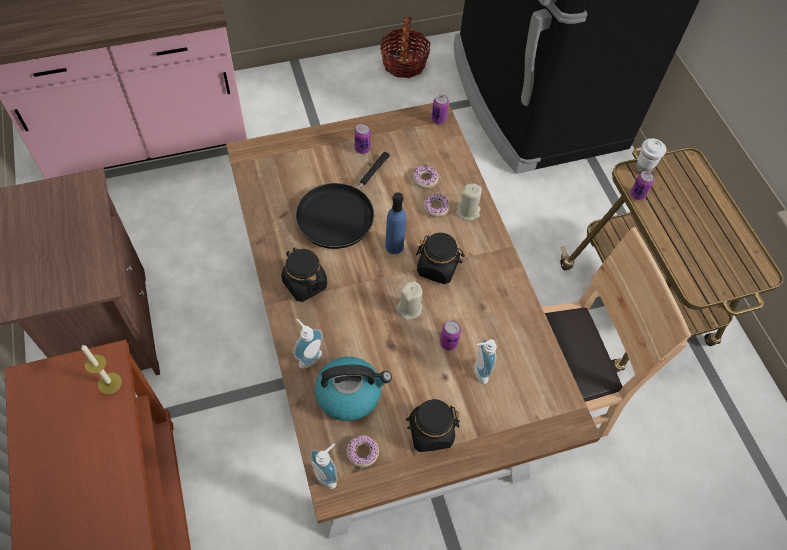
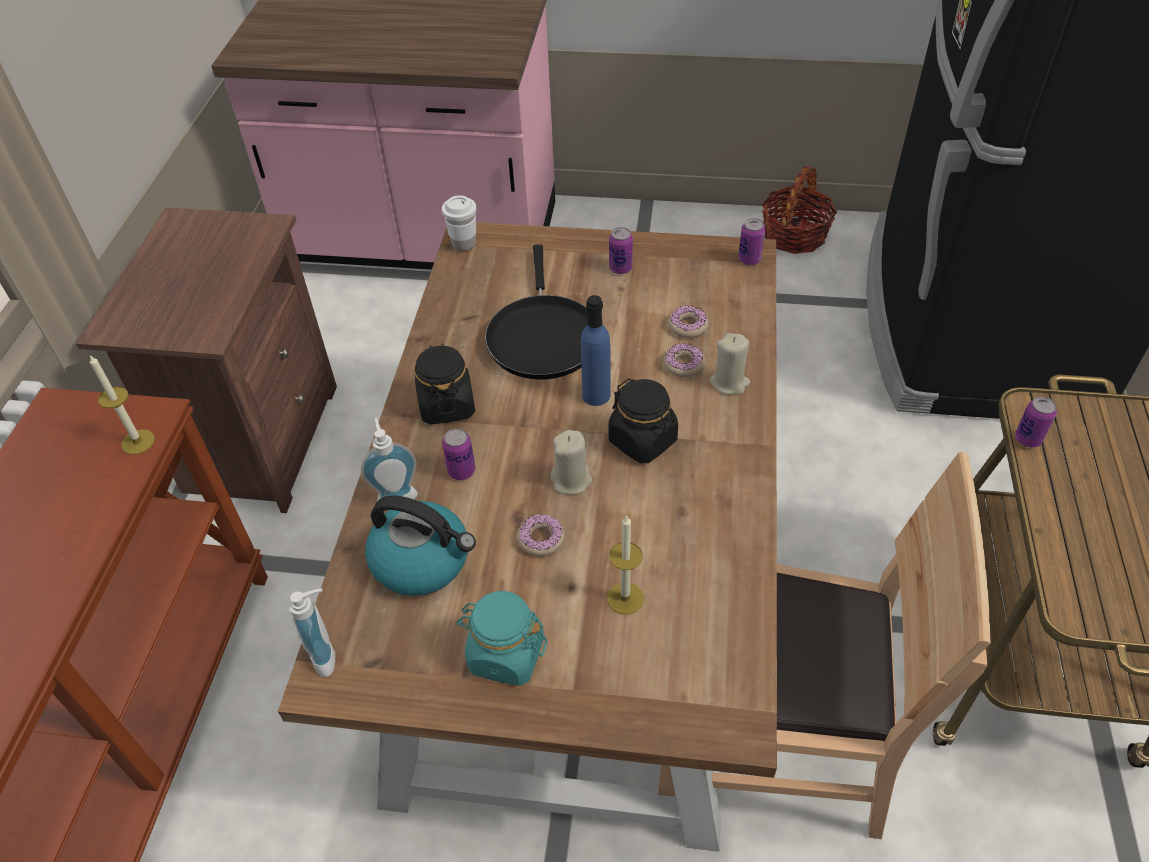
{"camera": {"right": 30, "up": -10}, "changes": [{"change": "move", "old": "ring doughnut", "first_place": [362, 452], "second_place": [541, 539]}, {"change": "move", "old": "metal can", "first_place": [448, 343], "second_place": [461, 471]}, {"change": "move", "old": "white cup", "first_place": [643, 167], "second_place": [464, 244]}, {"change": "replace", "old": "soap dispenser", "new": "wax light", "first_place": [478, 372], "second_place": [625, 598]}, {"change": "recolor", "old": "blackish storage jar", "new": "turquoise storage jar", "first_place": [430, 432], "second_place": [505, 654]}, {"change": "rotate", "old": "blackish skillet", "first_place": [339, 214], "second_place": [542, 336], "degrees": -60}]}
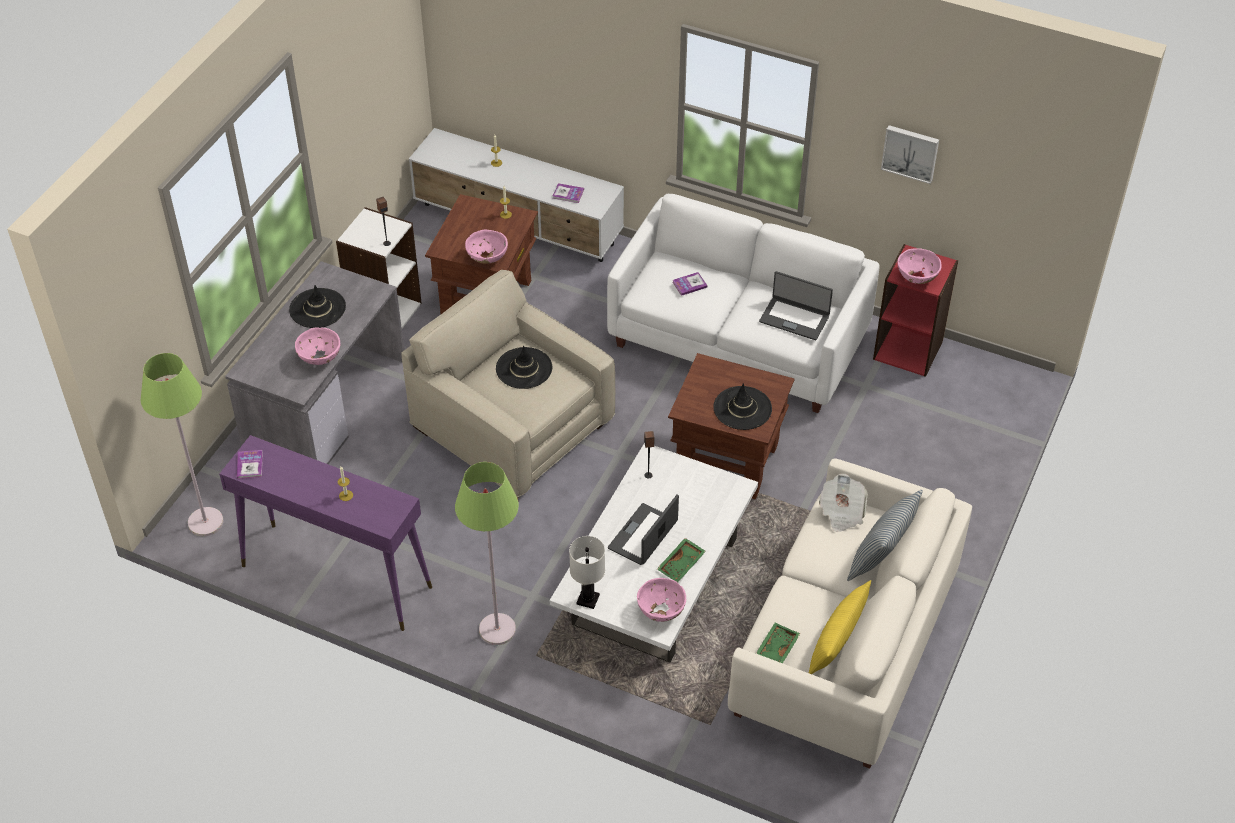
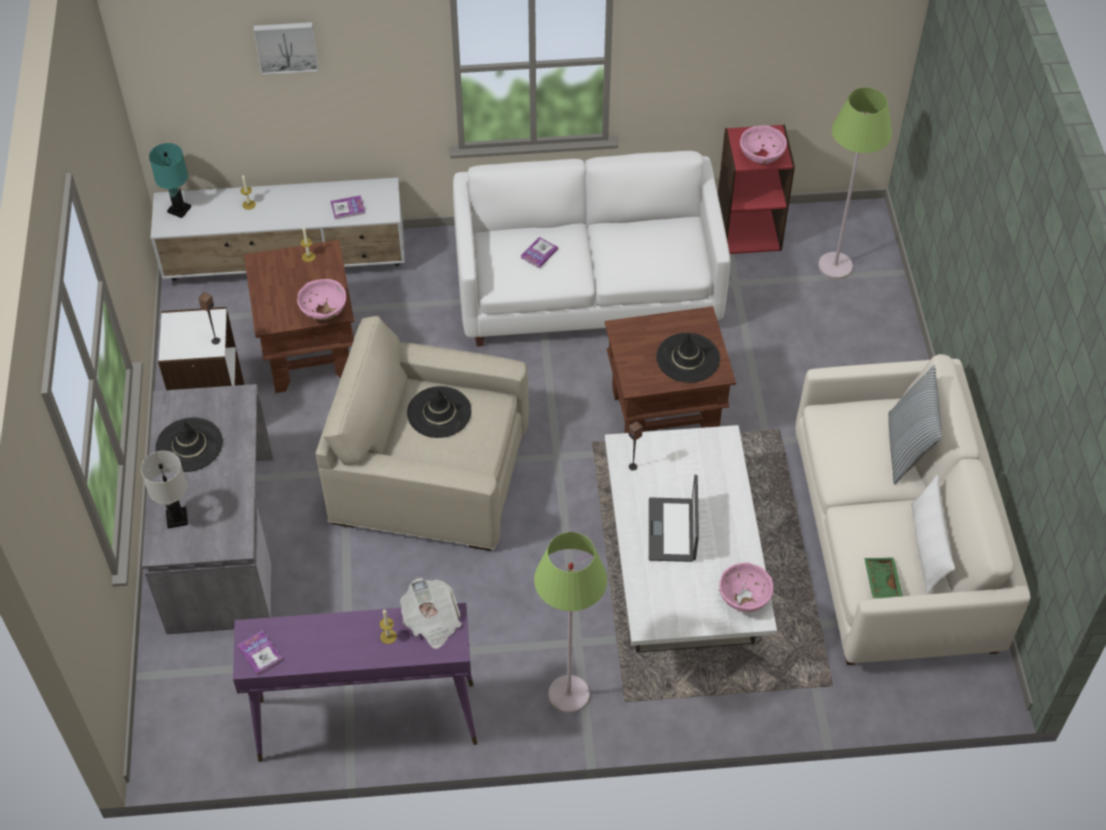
{"camera": {"right": -30, "up": 5}, "changes": [{"change": "delete", "old": "pink bowl", "first_place": [320, 358]}, {"change": "delete", "old": "greenish tray", "first_place": [681, 564]}, {"change": "delete", "old": "notebook computer", "first_place": [794, 318]}, {"change": "insert", "new": "turquoise table lamp", "second_place": [179, 209]}, {"change": "move", "old": "greenish standard lamp", "first_place": [206, 522], "second_place": [835, 266]}, {"change": "move", "old": "white table lamp", "first_place": [588, 600], "second_place": [177, 518]}, {"change": "move", "old": "newspaper", "first_place": [842, 512], "second_place": [431, 621]}, {"change": "move", "old": "wall art", "first_place": [910, 152], "second_place": [286, 46]}, {"change": "recolor", "old": "yellow-coloured throw pillow", "new": "white throw pillow", "first_place": [837, 641], "second_place": [927, 548]}]}
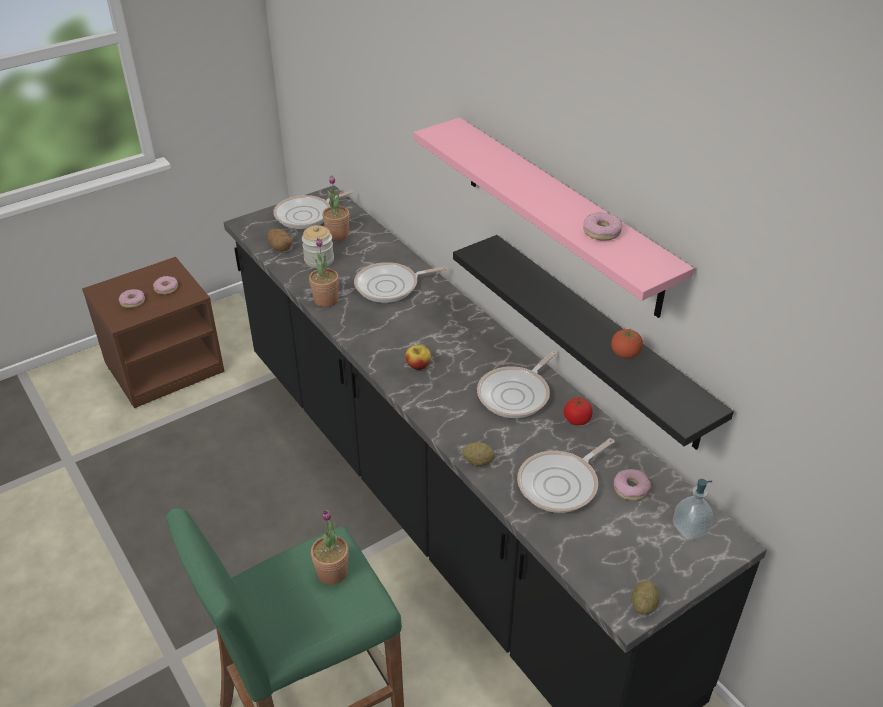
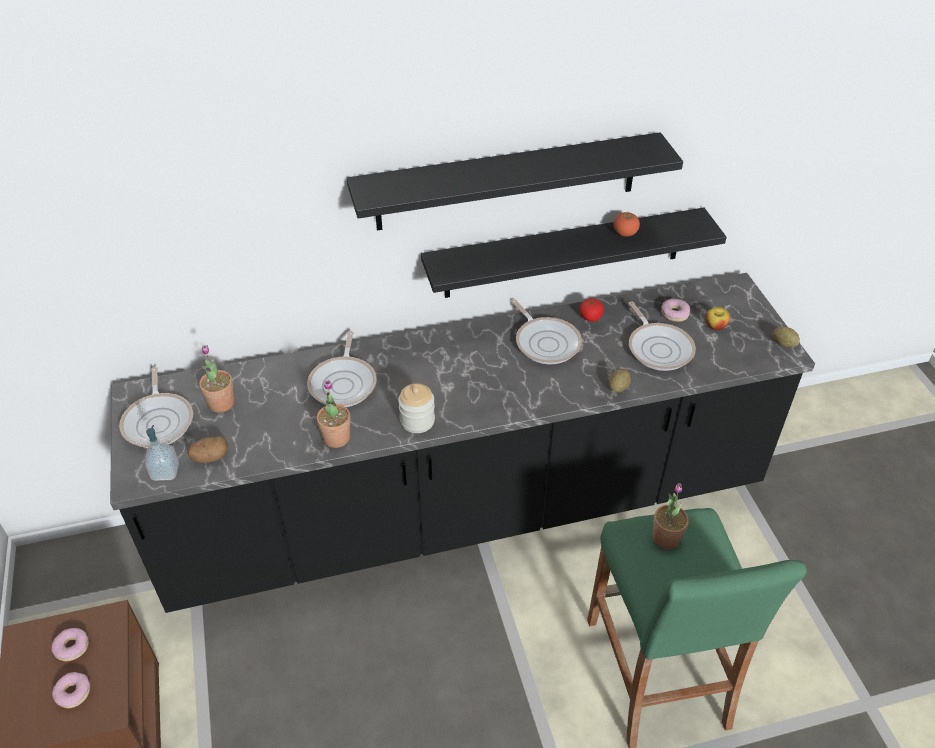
{"camera": {"right": -70, "up": 5}, "changes": [{"change": "delete", "old": "ring doughnut", "first_place": [601, 232]}, {"change": "move", "old": "storage jar", "first_place": [319, 260], "second_place": [417, 421]}, {"change": "move", "old": "whole apple", "first_place": [418, 365], "second_place": [715, 326]}, {"change": "move", "old": "soap dispenser", "first_place": [689, 529], "second_place": [165, 472]}, {"change": "recolor", "old": "pink wall shelf", "new": "blackish wall shelf", "first_place": [560, 214], "second_place": [507, 182]}]}
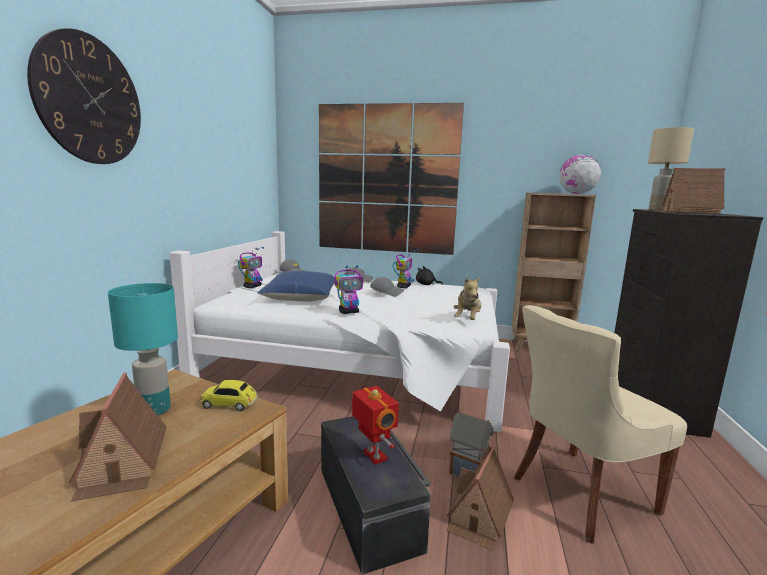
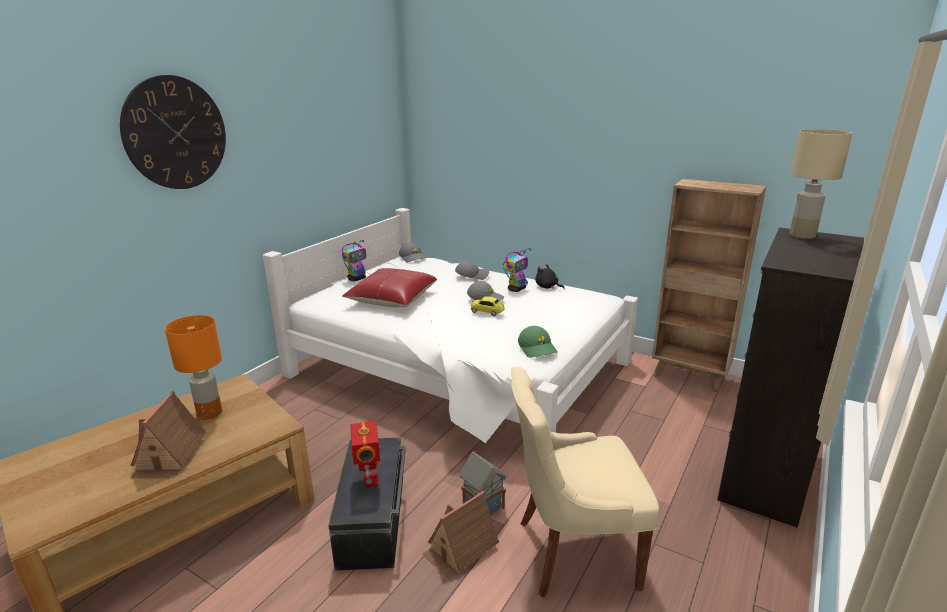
{"camera": {"right": 20, "up": 10}, "changes": [{"change": "delete", "old": "wall art", "first_place": [386, 179]}, {"change": "delete", "old": "model robot", "first_place": [349, 312]}, {"change": "delete", "old": "desk globe", "first_place": [576, 193]}, {"change": "delete", "old": "miniature house", "first_place": [686, 212]}, {"change": "move", "old": "model car", "first_place": [230, 404], "second_place": [487, 312]}, {"change": "replace", "old": "plush toy", "new": "greenish cap", "first_place": [467, 319], "second_place": [538, 349]}, {"change": "recolor", "old": "turquoise table lamp", "new": "orange table lamp", "first_place": [153, 409], "second_place": [209, 413]}, {"change": "recolor", "old": "blue-coloured throw pillow", "new": "red throw pillow", "first_place": [300, 297], "second_place": [392, 299]}]}
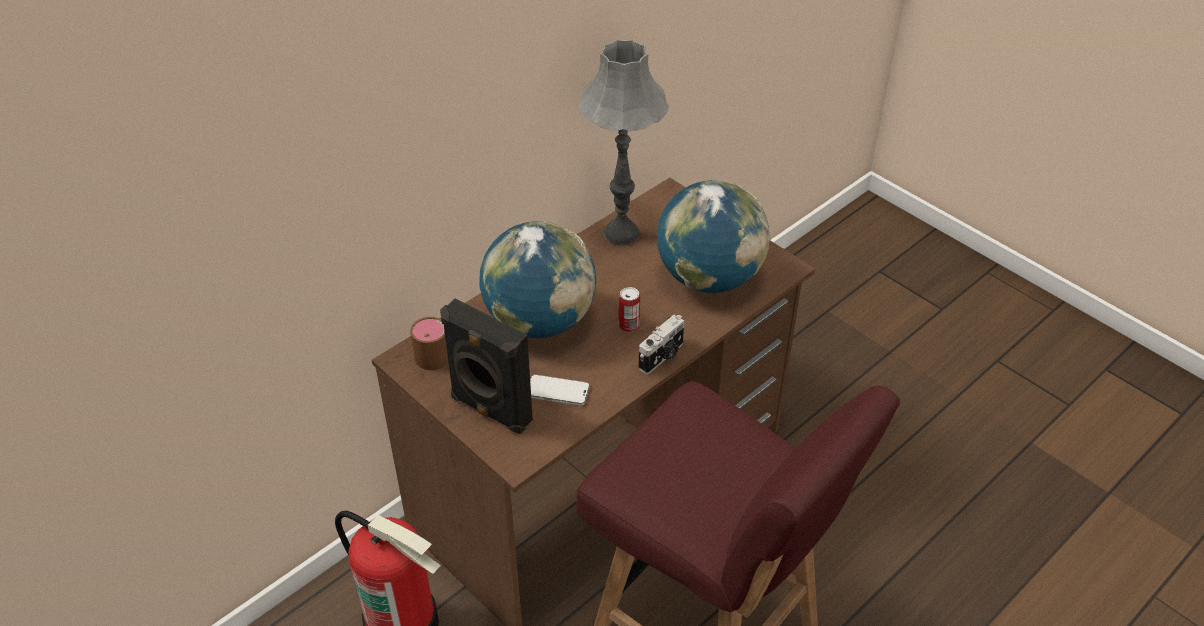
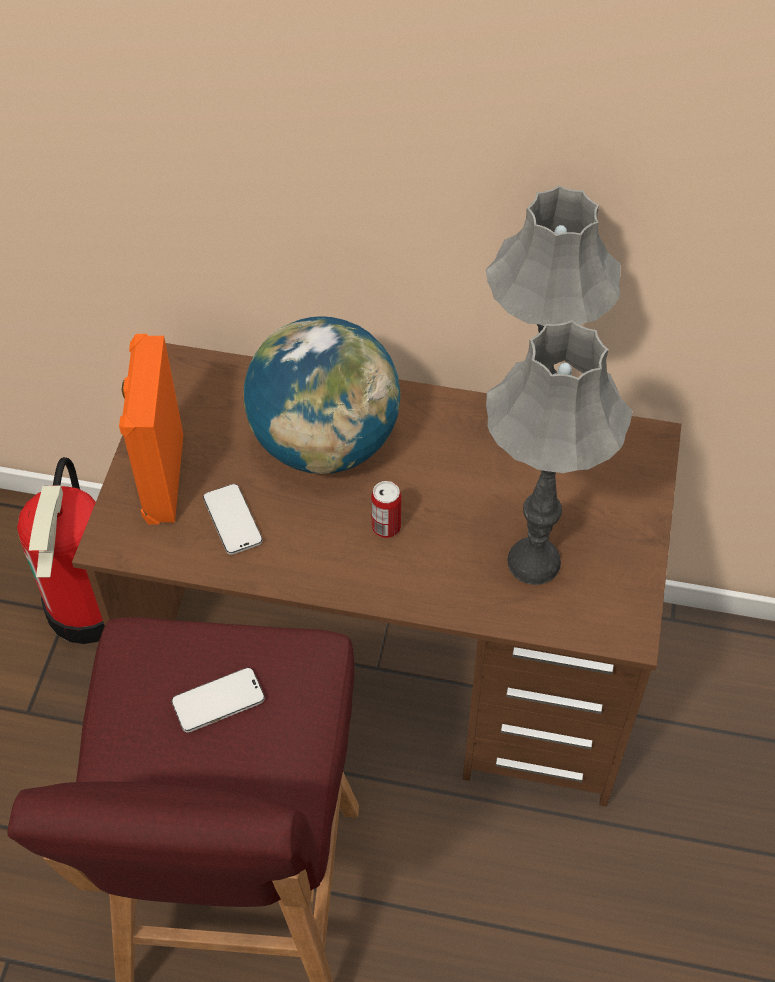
{"camera": {"right": 55, "up": 10}, "changes": [{"change": "delete", "old": "brown-coloured mug", "first_place": [438, 351]}, {"change": "delete", "old": "photo camera", "first_place": [662, 357]}, {"change": "insert", "new": "handset", "second_place": [218, 701]}, {"change": "replace", "old": "desk globe", "new": "grey table lamp", "first_place": [709, 278], "second_place": [534, 561]}, {"change": "recolor", "old": "blackish loudspeaker", "new": "orange loudspeaker", "first_place": [489, 410], "second_place": [161, 478]}]}
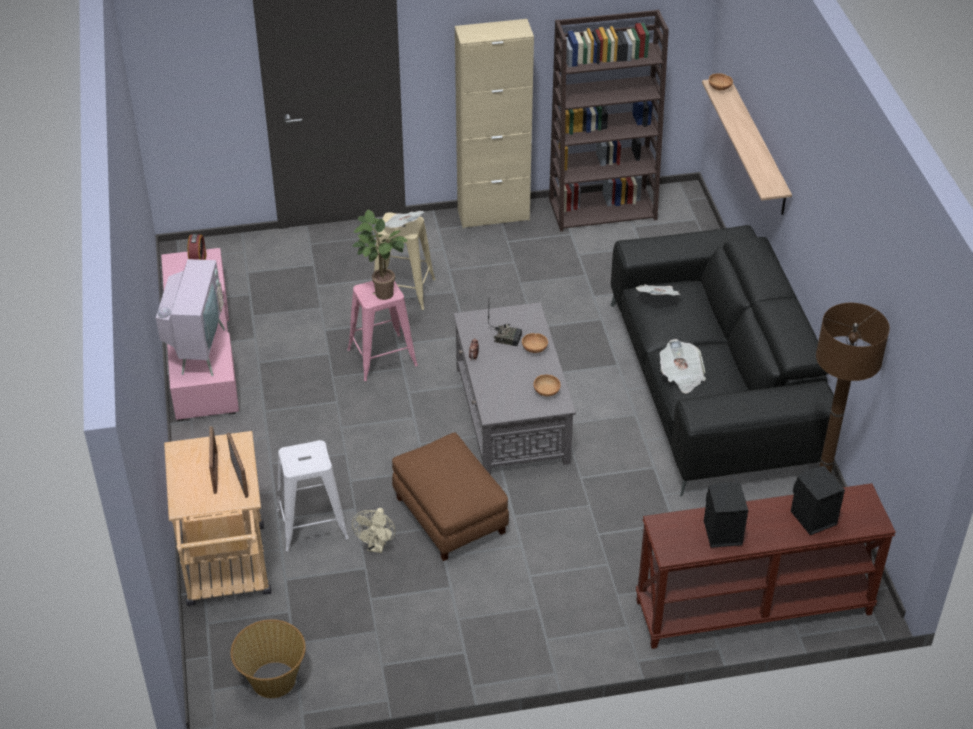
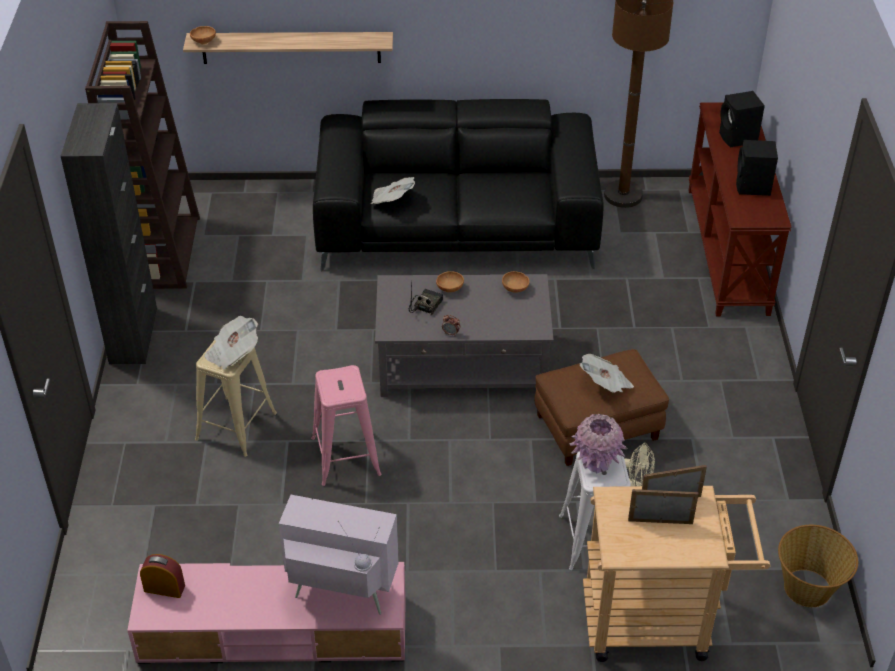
{"camera": {"right": -80, "up": 0}, "changes": [{"change": "delete", "old": "potted plant", "first_place": [380, 294]}, {"change": "insert", "new": "pink flower vase", "second_place": [596, 461]}, {"change": "move", "old": "newspaper", "first_place": [681, 376], "second_place": [605, 384]}, {"change": "recolor", "old": "sand-coloured storage cabinet", "new": "blackish storage cabinet", "first_place": [493, 215], "second_place": [133, 335]}]}
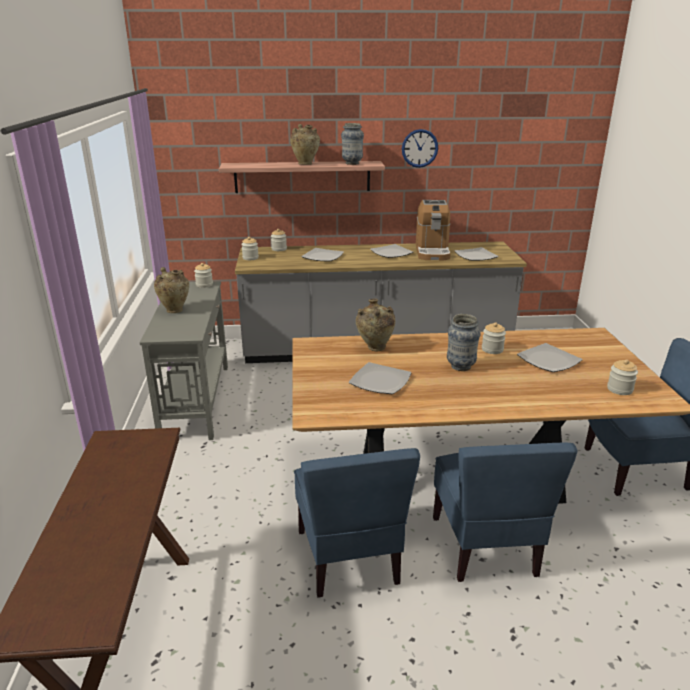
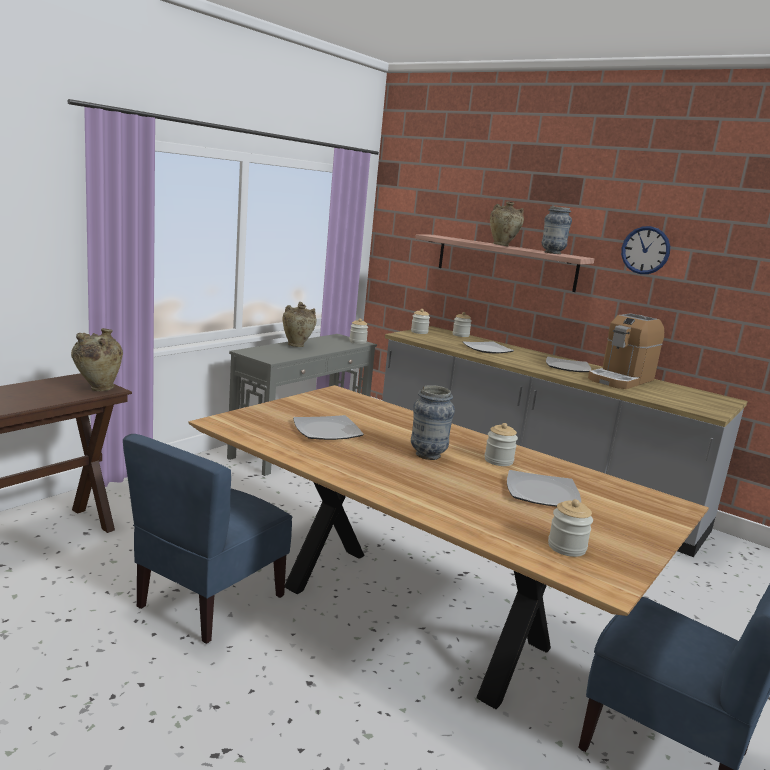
{"camera": {"right": 40, "up": -10}, "changes": [{"change": "delete", "old": "blue-coloured chair", "first_place": [485, 546]}, {"change": "delete", "old": "plate", "first_place": [475, 256]}, {"change": "move", "old": "sand-coloured flower vase", "first_place": [375, 349], "second_place": [98, 389]}]}
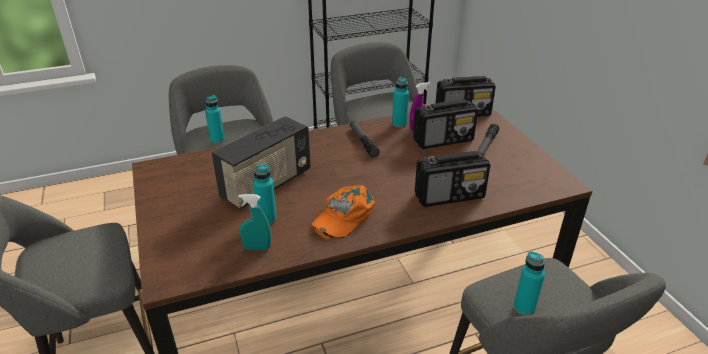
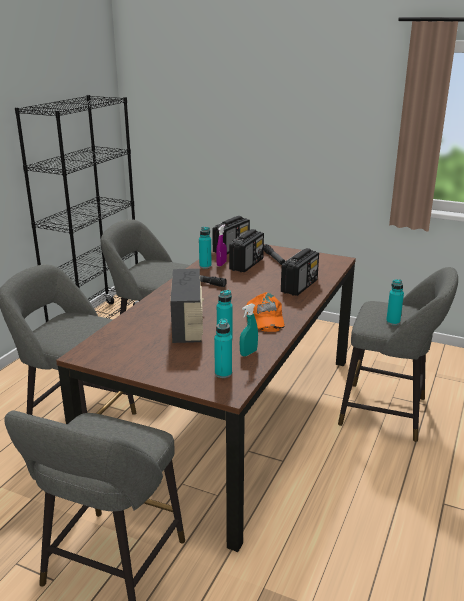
{"camera": {"right": -45, "up": -10}, "changes": [{"change": "move", "old": "turquoise bottle", "first_place": [217, 140], "second_place": [223, 373]}]}
